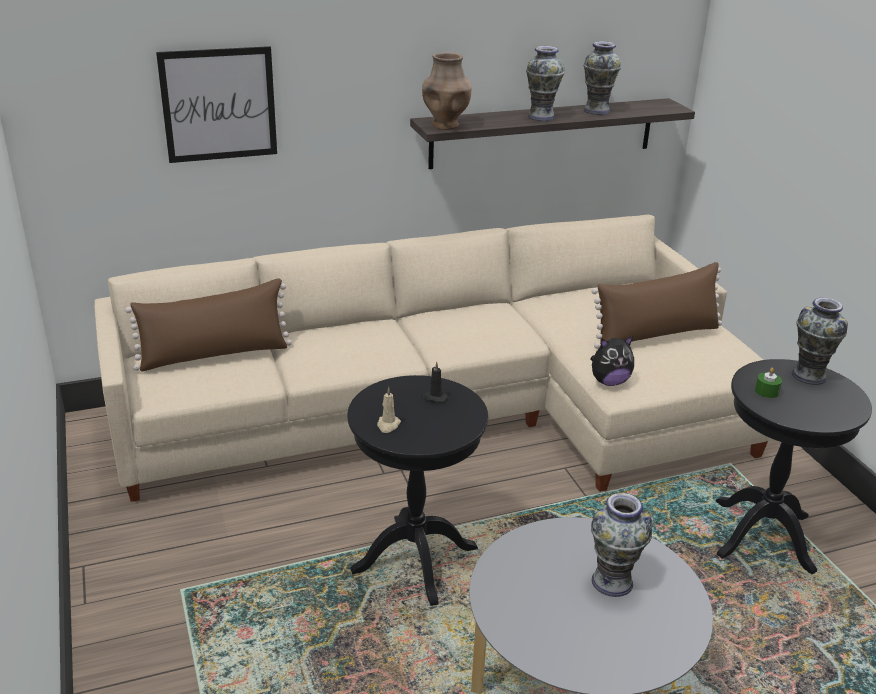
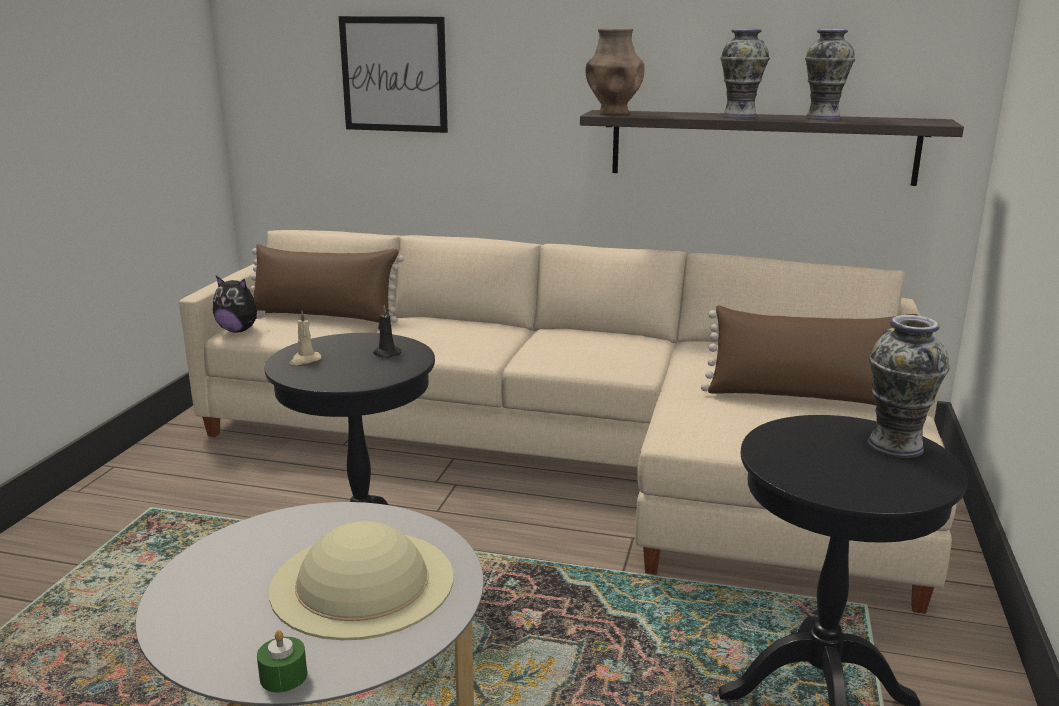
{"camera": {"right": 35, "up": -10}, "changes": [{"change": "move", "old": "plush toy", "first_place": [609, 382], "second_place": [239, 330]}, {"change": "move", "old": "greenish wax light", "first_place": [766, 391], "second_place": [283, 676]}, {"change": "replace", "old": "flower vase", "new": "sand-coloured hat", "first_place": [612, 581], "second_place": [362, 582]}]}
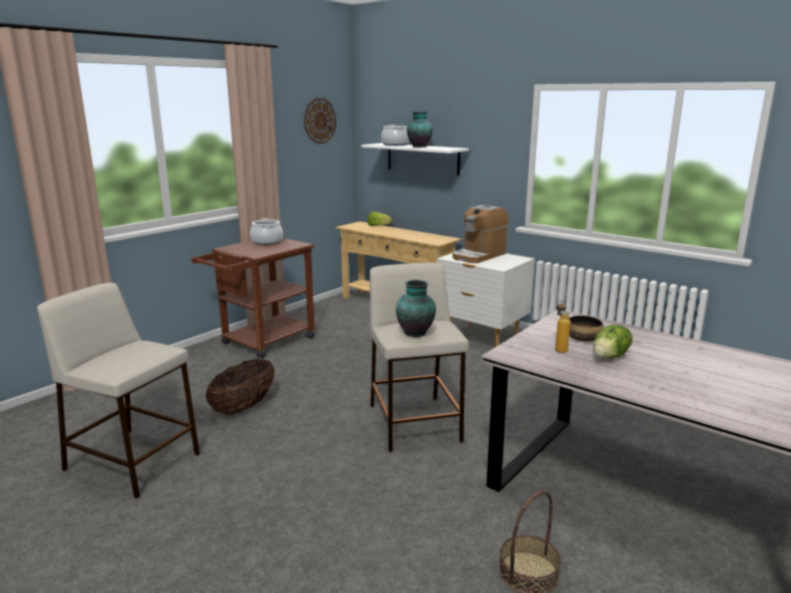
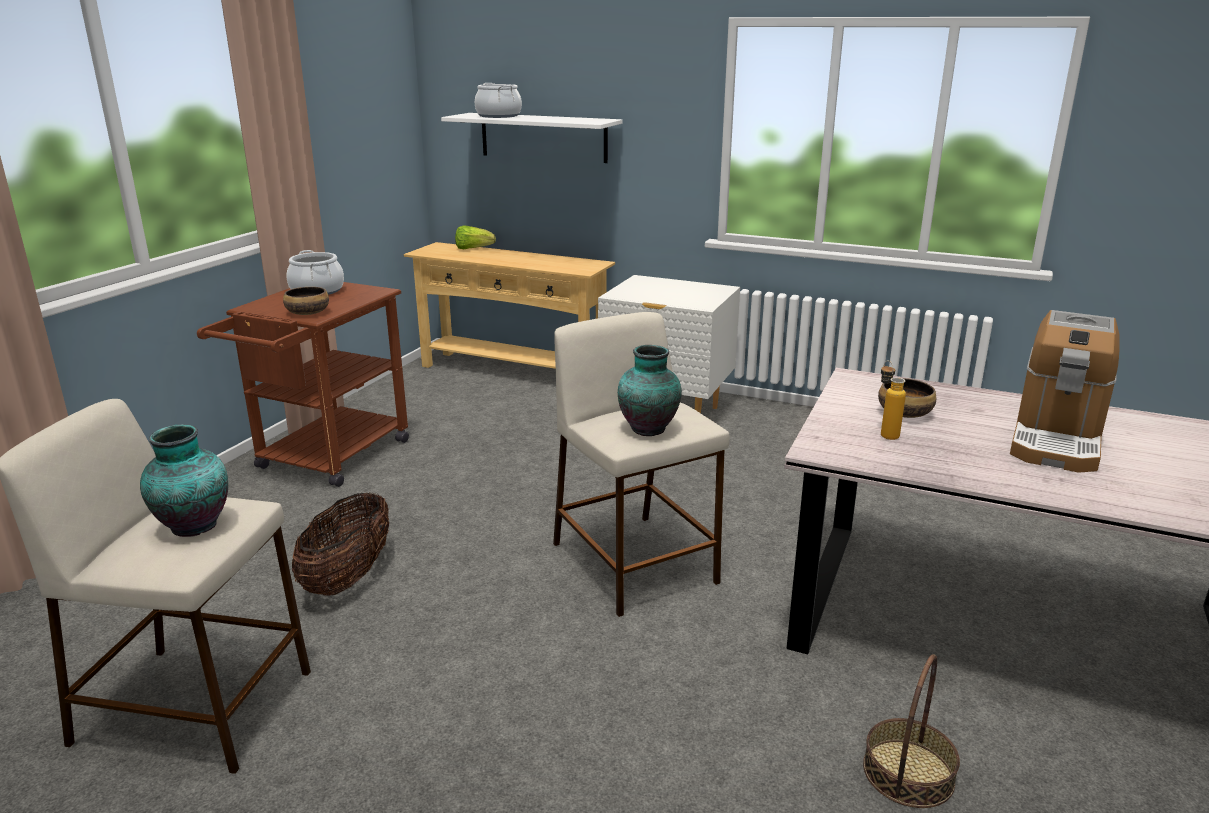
{"camera": {"right": -15, "up": 5}, "changes": [{"change": "delete", "old": "wall clock", "first_place": [319, 121]}, {"change": "delete", "old": "lettuce head", "first_place": [610, 357]}, {"change": "insert", "new": "bowl", "second_place": [307, 313]}, {"change": "move", "old": "flower vase", "first_place": [419, 147], "second_place": [193, 527]}, {"change": "move", "old": "coffee machine", "first_place": [479, 256], "second_place": [1056, 439]}]}
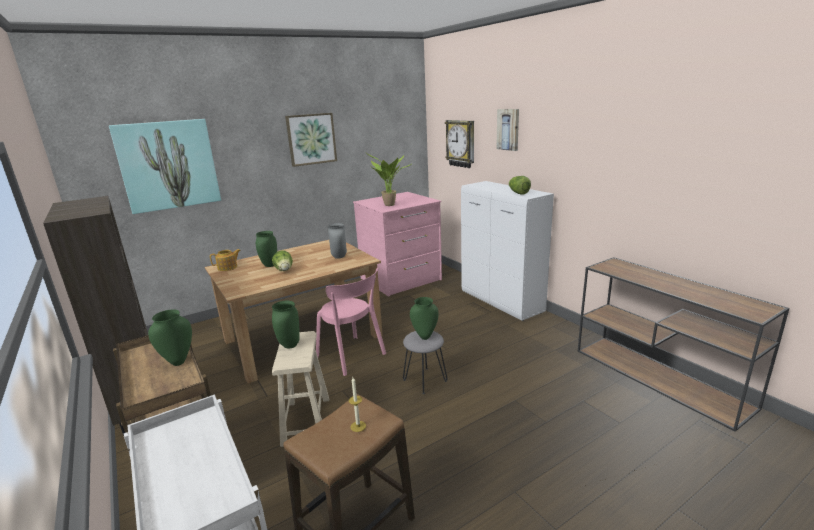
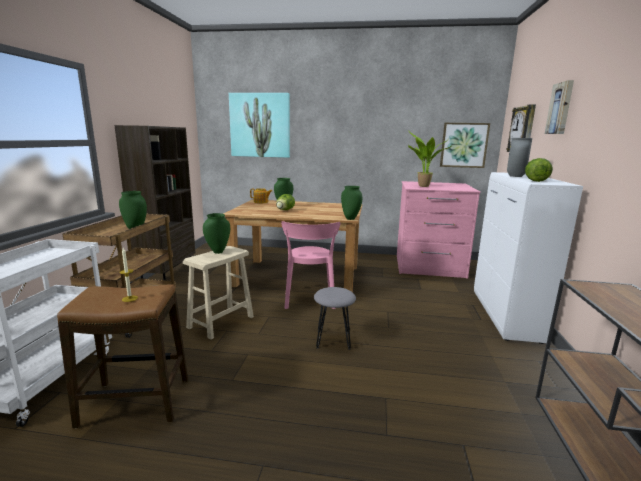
{"camera": {"right": 40, "up": -5}, "changes": [{"change": "move", "old": "wall art", "first_place": [311, 139], "second_place": [464, 145]}, {"change": "move", "old": "grey flower vase", "first_place": [339, 257], "second_place": [516, 176]}, {"change": "move", "old": "greenish flower vase", "first_place": [425, 336], "second_place": [351, 219]}]}
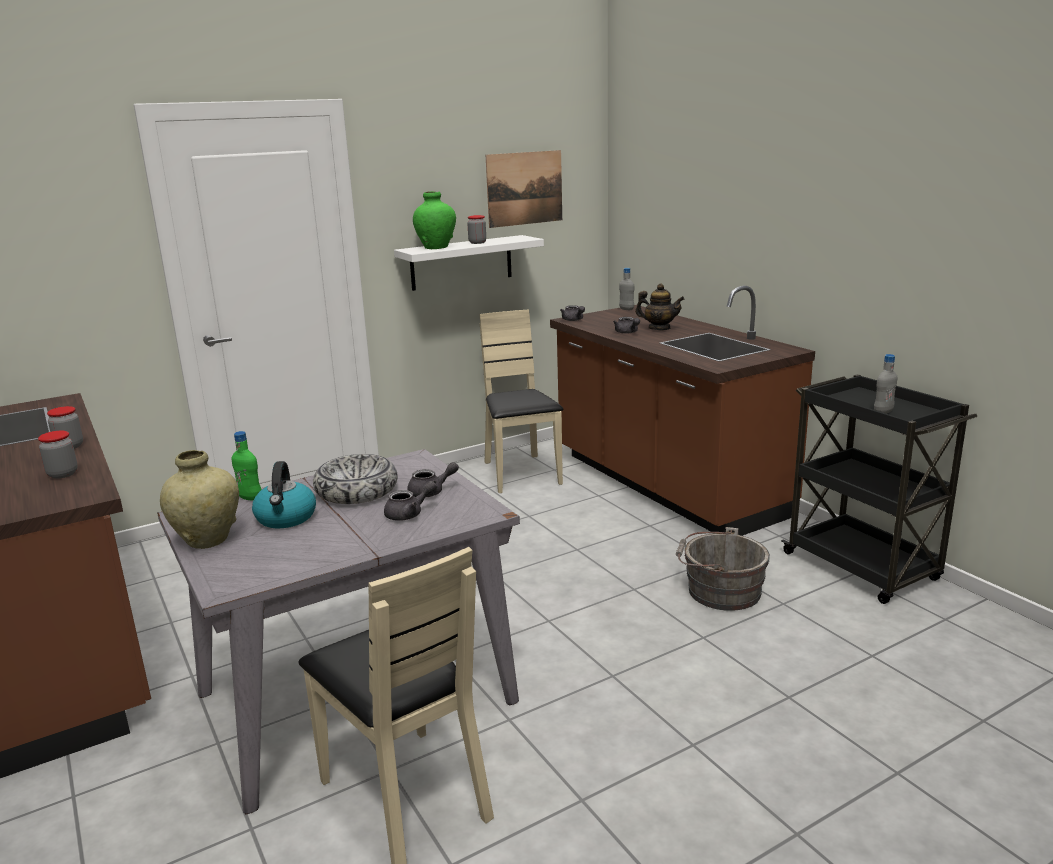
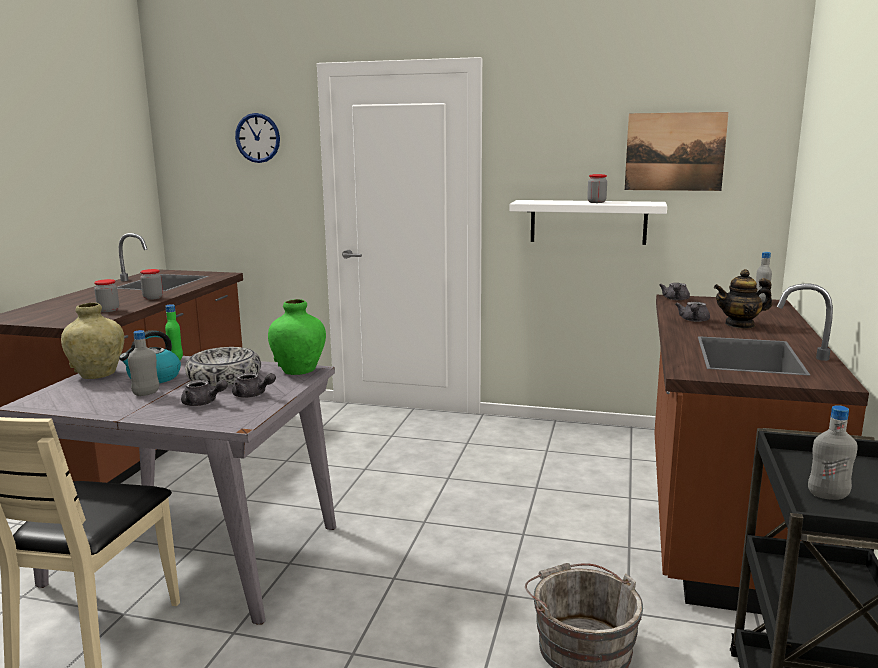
{"camera": {"right": 45, "up": -5}, "changes": [{"change": "delete", "old": "sand-coloured chair", "first_place": [520, 474]}, {"change": "insert", "new": "grey bottle", "second_place": [146, 393]}, {"change": "insert", "new": "wall clock", "second_place": [257, 138]}, {"change": "move", "old": "greenish flower vase", "first_place": [436, 247], "second_place": [299, 370]}, {"change": "rotate", "old": "teapot", "first_place": [659, 328], "second_place": [740, 325], "degrees": 105}]}
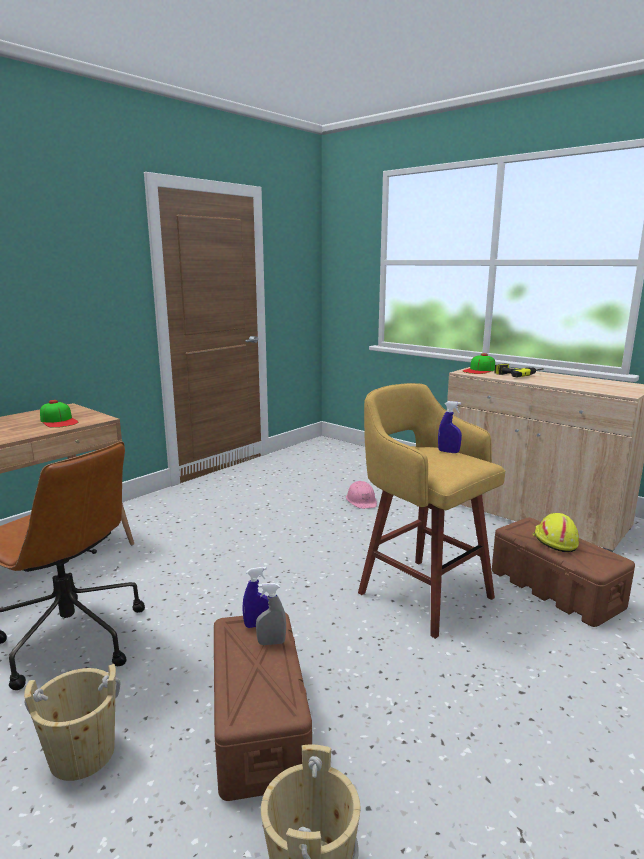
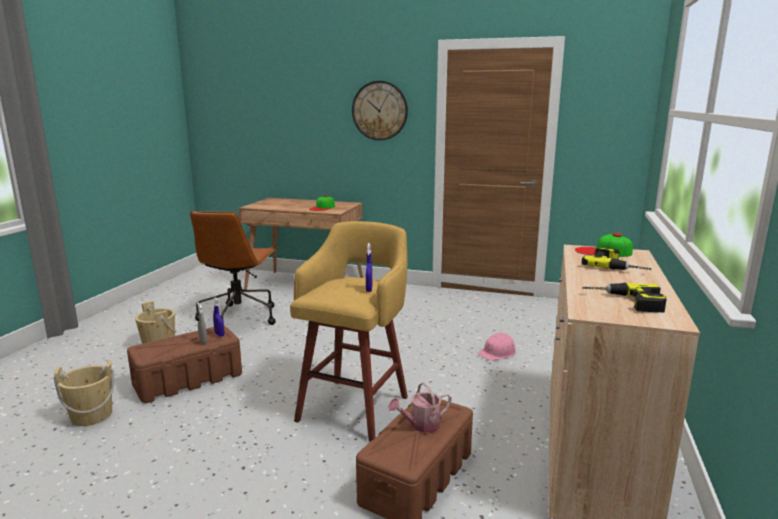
{"camera": {"right": 65, "up": 0}, "changes": [{"change": "insert", "new": "wall clock", "second_place": [379, 110]}, {"change": "insert", "new": "electric drill", "second_place": [625, 302]}, {"change": "replace", "old": "yellow-coloured safety helmet", "new": "watering can", "first_place": [554, 541], "second_place": [421, 425]}]}
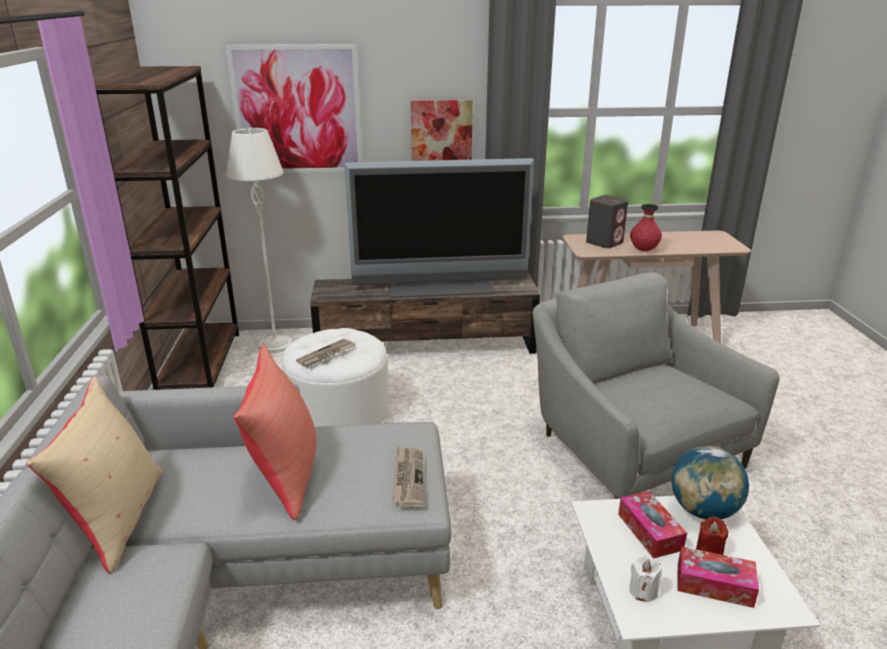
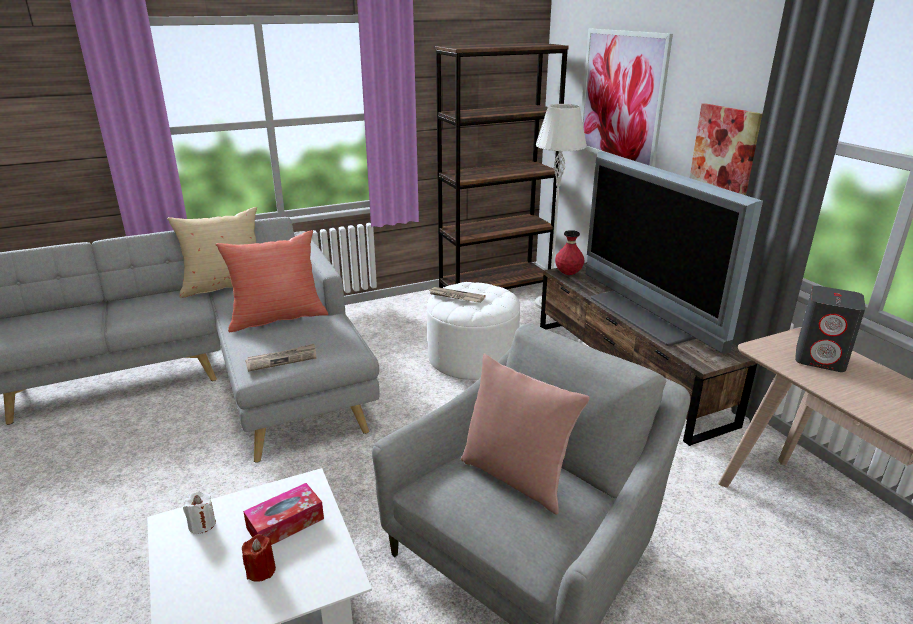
{"camera": {"right": 70, "up": 0}, "changes": [{"change": "delete", "old": "desk globe", "first_place": [703, 511]}, {"change": "delete", "old": "tissue holder", "first_place": [714, 585]}, {"change": "insert", "new": "pink throw pillow", "second_place": [516, 477]}, {"change": "move", "old": "red flower vase", "first_place": [643, 250], "second_place": [568, 274]}]}
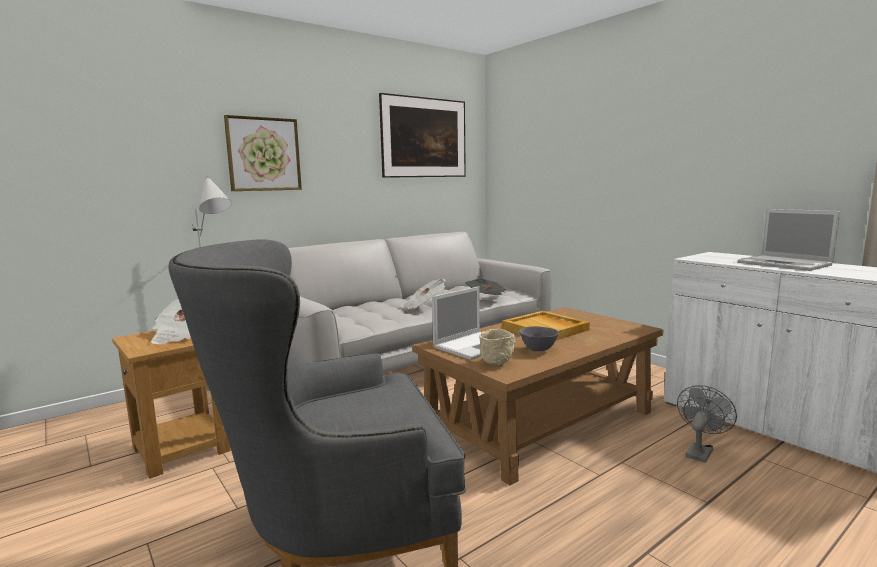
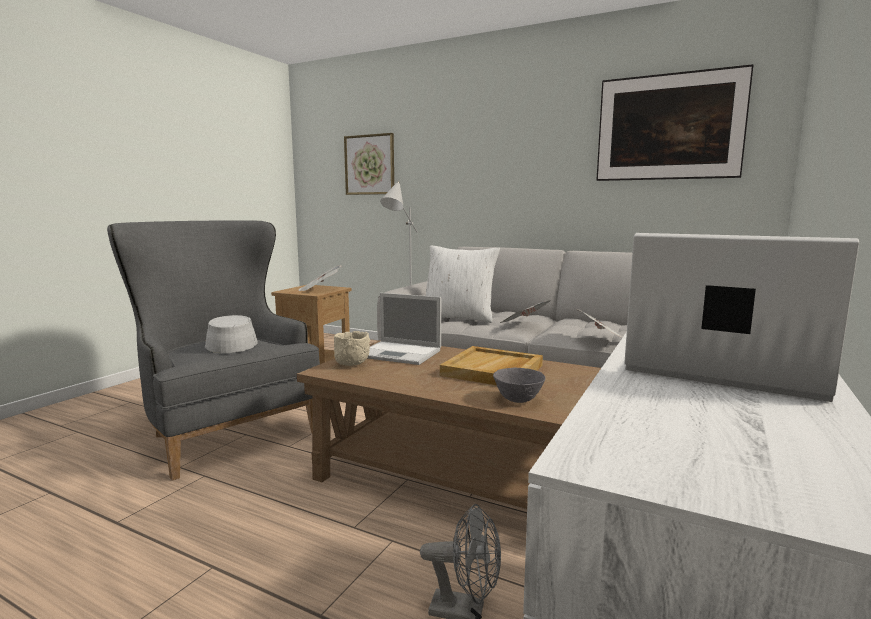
{"camera": {"right": 65, "up": 0}, "changes": [{"change": "insert", "new": "grey hat", "second_place": [231, 343]}, {"change": "insert", "new": "white throw pillow", "second_place": [459, 317]}, {"change": "move", "old": "wall art", "first_place": [264, 154], "second_place": [369, 165]}, {"change": "move", "old": "grey bowl", "first_place": [538, 349], "second_place": [518, 400]}, {"change": "rotate", "old": "notebook computer", "first_place": [786, 264], "second_place": [719, 367], "degrees": 90}]}
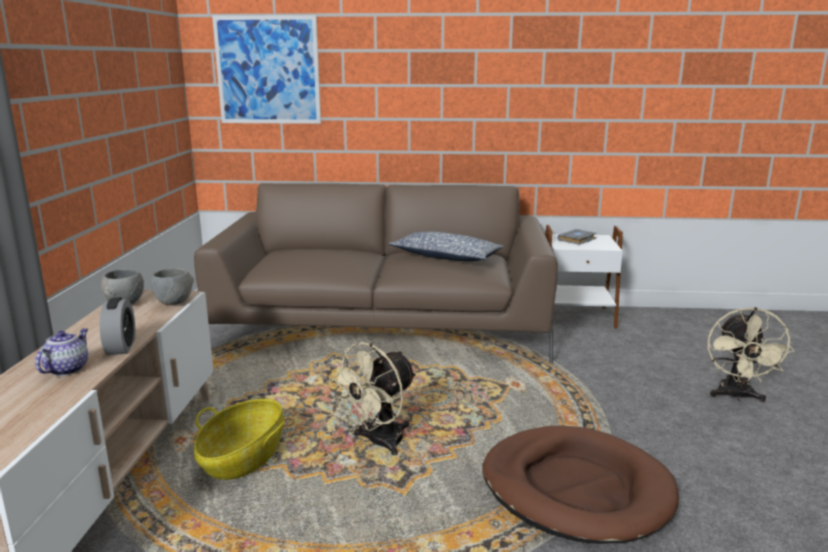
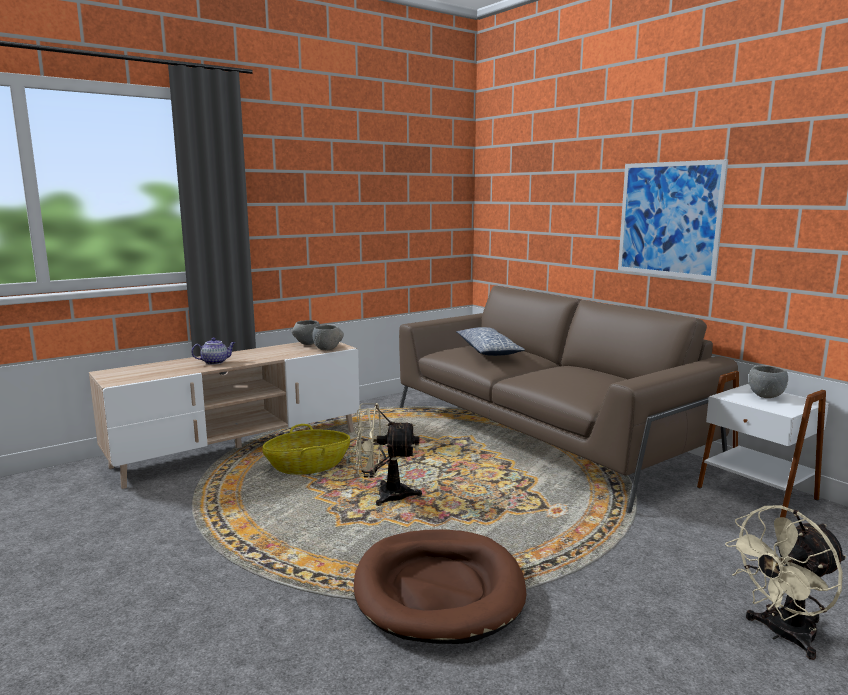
{"camera": {"right": 50, "up": -5}, "changes": [{"change": "delete", "old": "table clock", "first_place": [121, 347]}, {"change": "move", "old": "wall art", "first_place": [268, 70], "second_place": [669, 219]}, {"change": "move", "old": "throw pillow", "first_place": [446, 257], "second_place": [488, 351]}, {"change": "replace", "old": "grey bound book", "new": "grey bowl", "first_place": [577, 240], "second_place": [765, 396]}]}
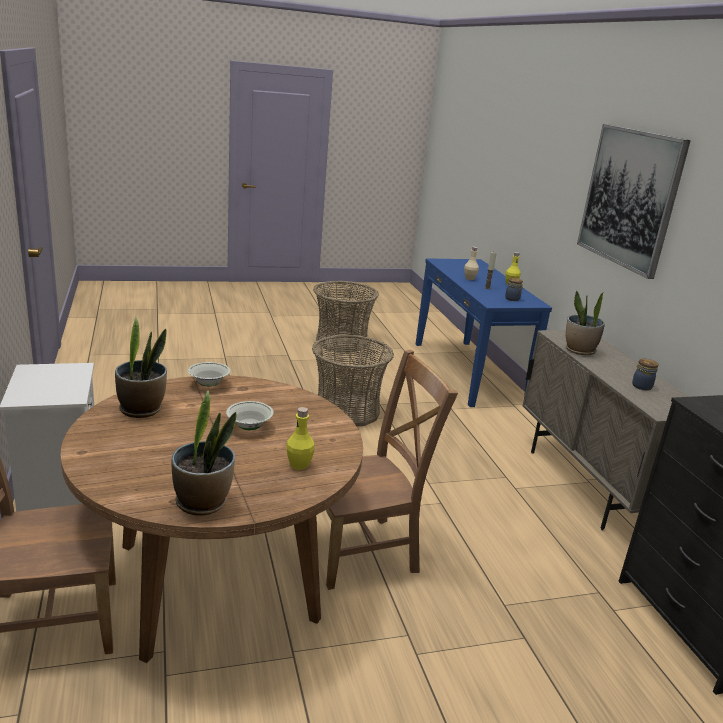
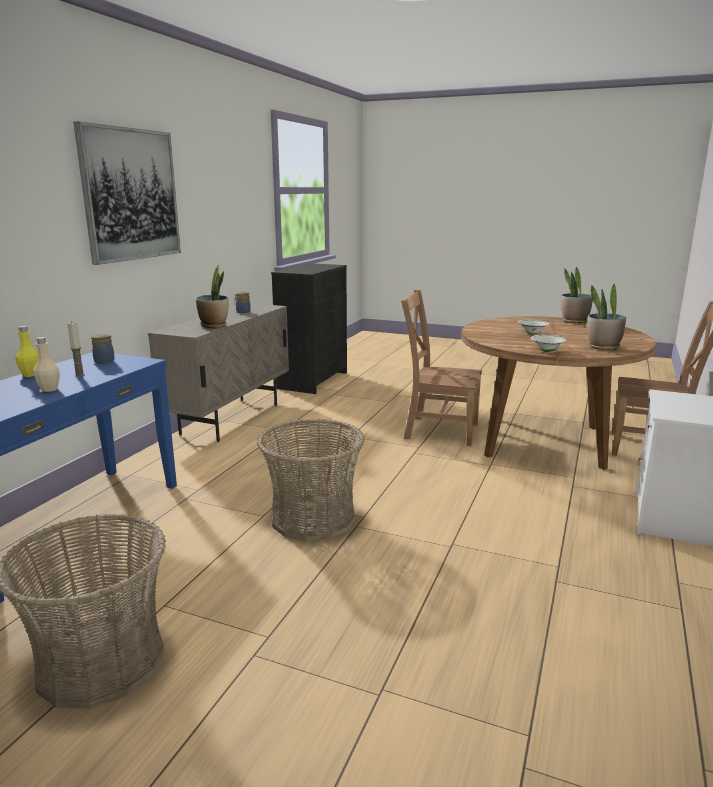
{"camera": {"right": -140, "up": -5}, "changes": [{"change": "delete", "old": "yellow-coloured bottle", "first_place": [299, 465]}]}
